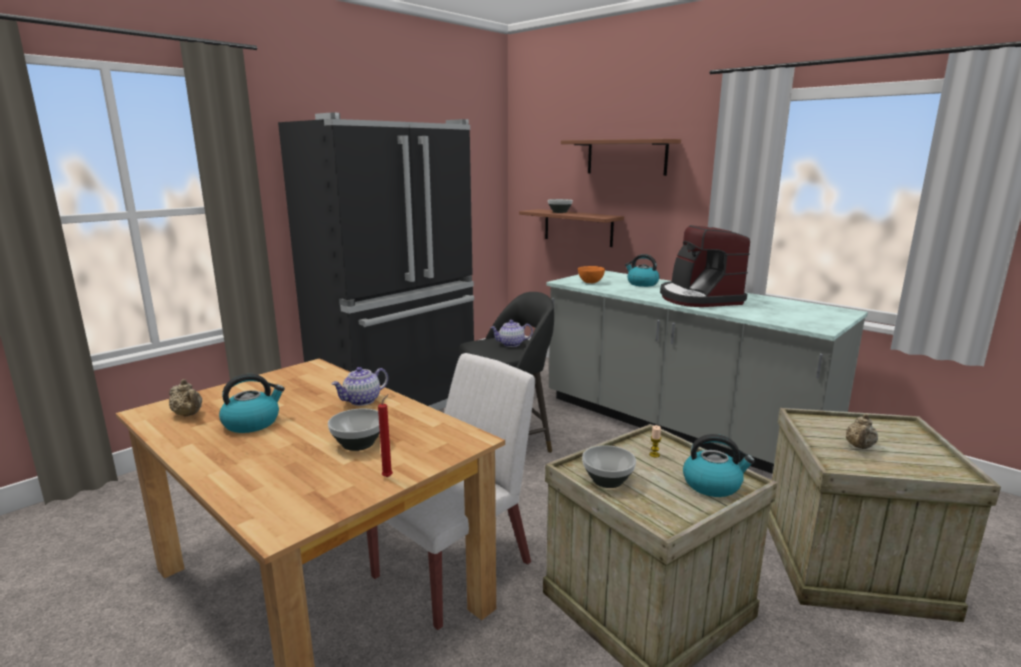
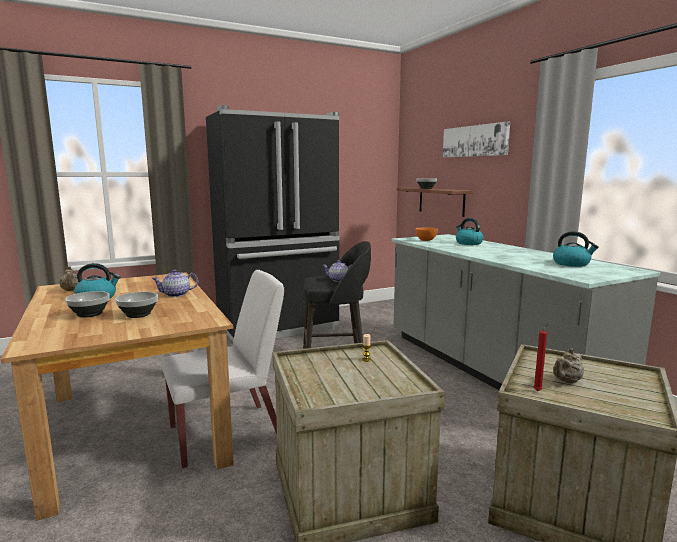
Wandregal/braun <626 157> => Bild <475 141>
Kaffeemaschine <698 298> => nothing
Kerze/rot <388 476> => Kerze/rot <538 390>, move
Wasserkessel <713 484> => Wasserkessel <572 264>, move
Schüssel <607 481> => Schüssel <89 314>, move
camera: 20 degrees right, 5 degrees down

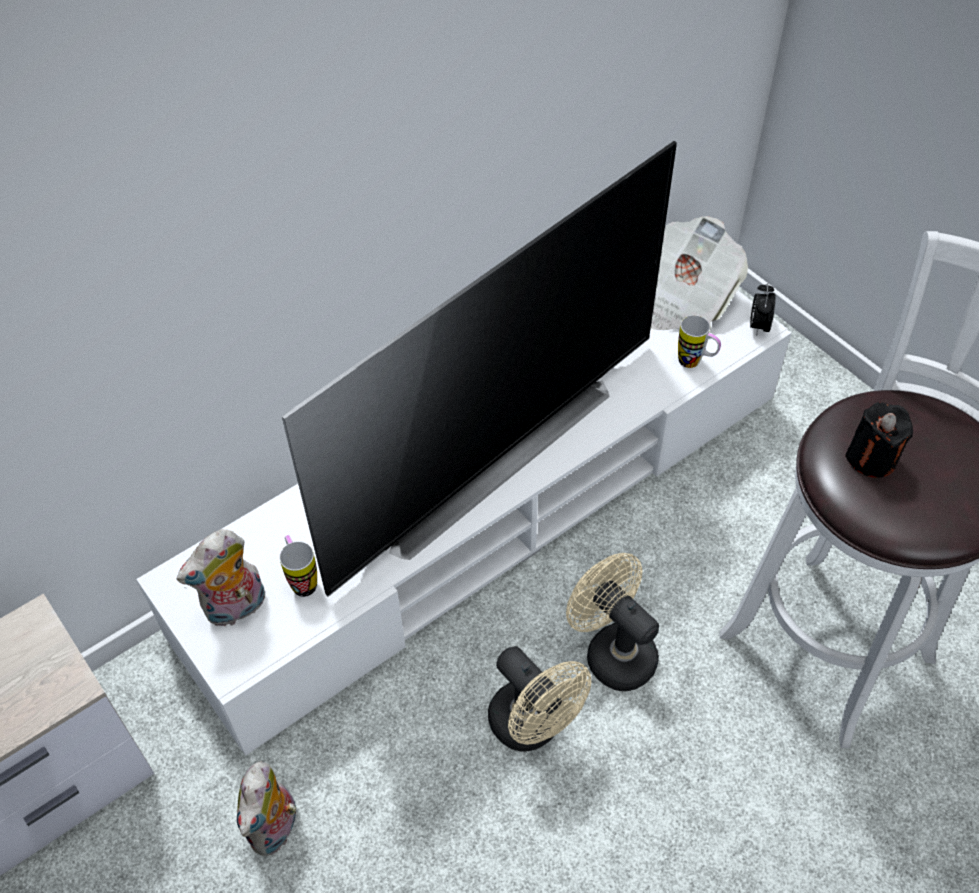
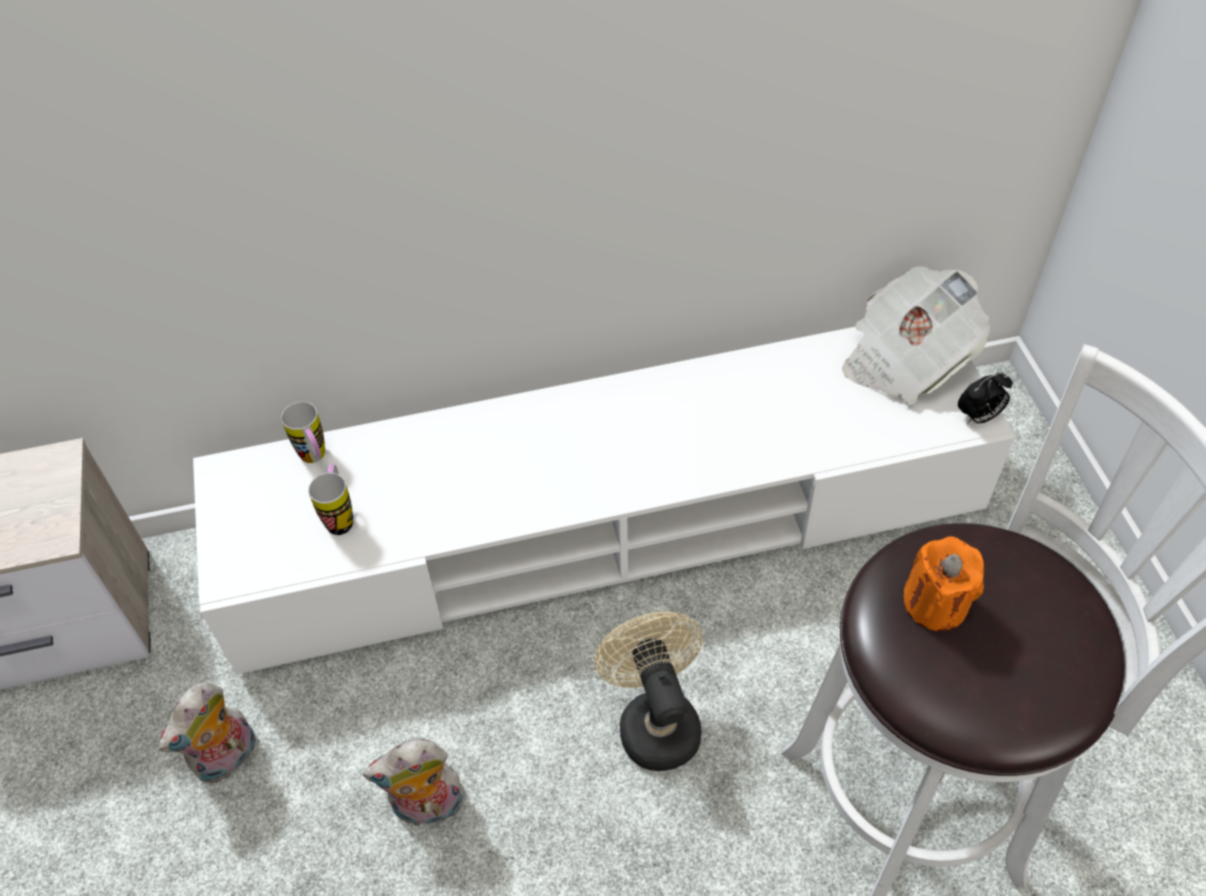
Fernseher <487 452> => nothing
Wecker <758 326> => Wecker <978 417>, 150 degrees counterclockwise
Henkelbecher <695 363> => Henkelbecher <316 459>, move
Kerze/schwarz <871 458> => Kerze/orange <935 604>
Plüschtier <236 609> => Plüschtier <427 808>, move
Ventilator/beige <533 727> => nothing
camera: 25 degrees right, 0 degrees up

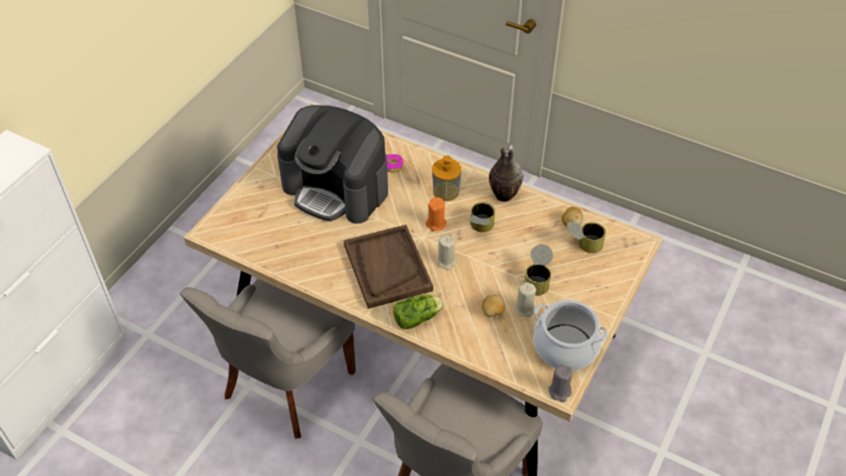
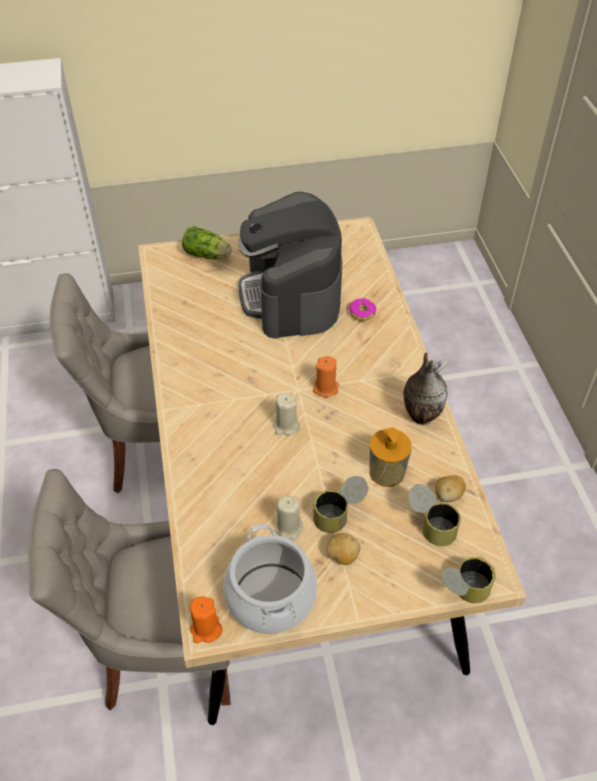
Seifenspender <446 192> => Seifenspender <386 472>, move
Dose <480 228> => Dose <462 591>, move
Tablett/braun <387 267> => nothing
Salatkopf <419 317> => Salatkopf <208 255>, move
Kartoffel <492 312> => Kartoffel <342 556>, move
Kerze/grau <559 391> => Kerze/orange <206 629>
camera: 50 degrees right, 0 degrees up

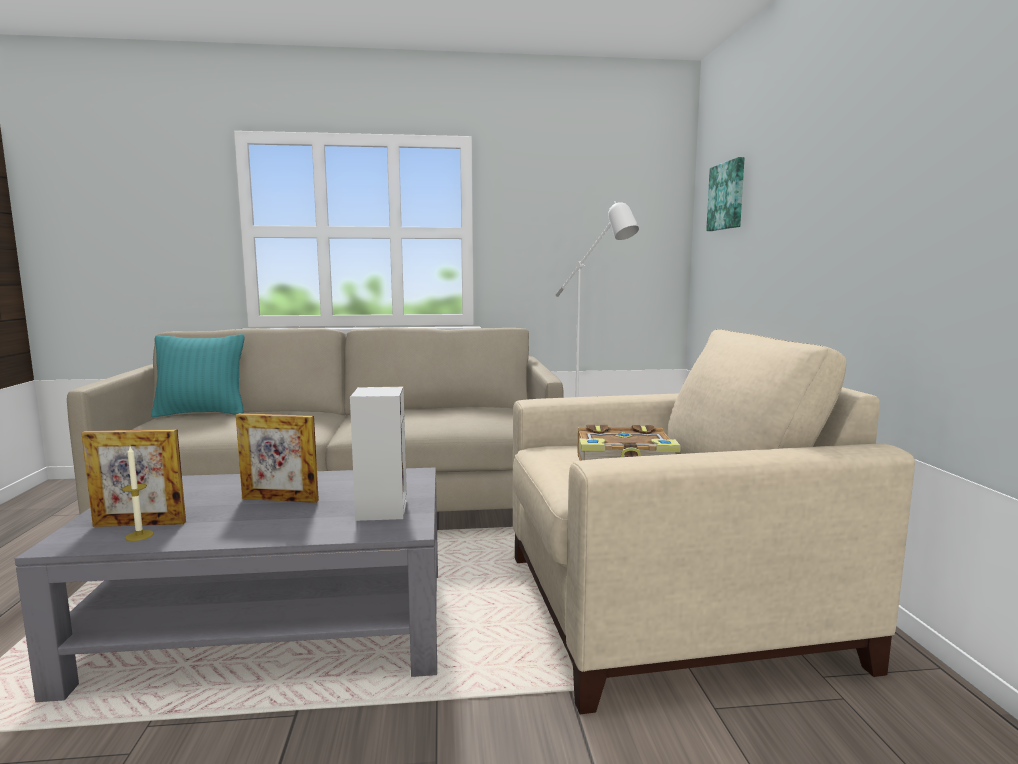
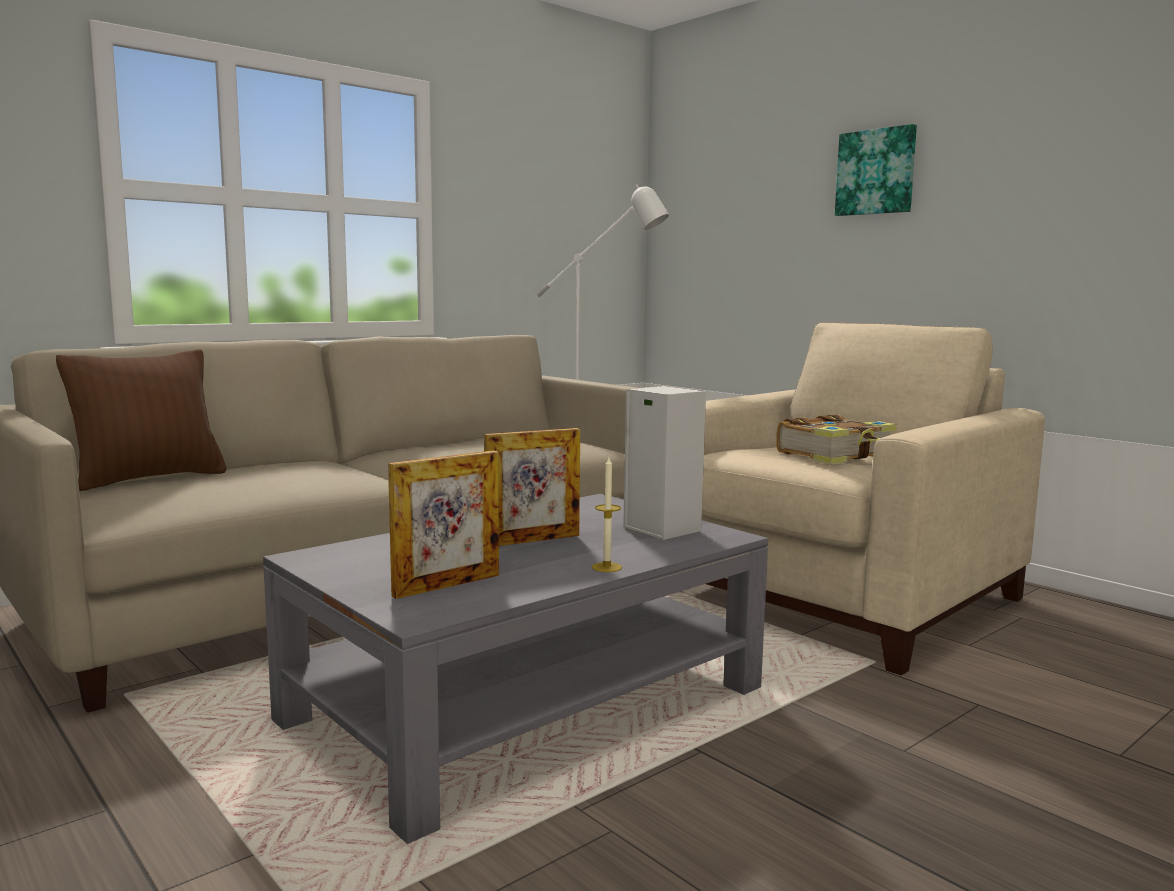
Bild <727 196> => Bild <876 172>, move
Kissen/türkis <201 413> => Kissen/braun <150 479>
Kerze <139 535> => Kerze <607 567>, move
camera: 35 degrees left, 0 degrees up

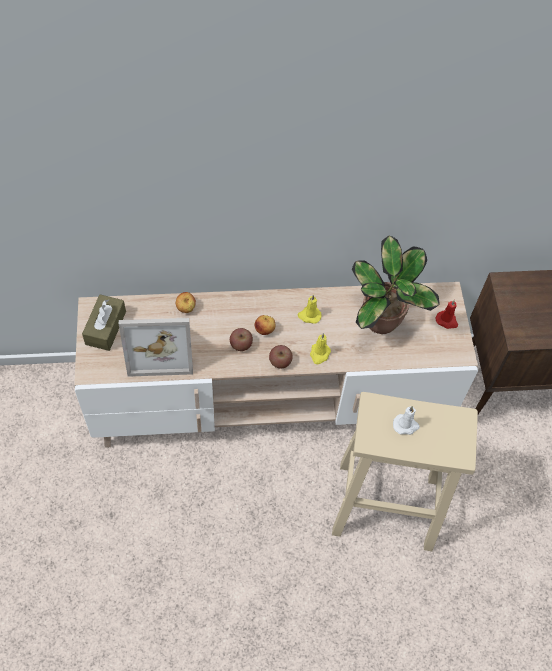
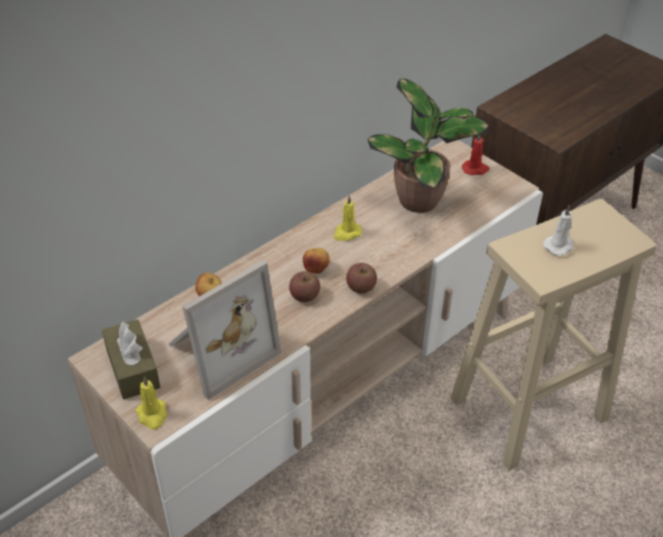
Kerze/gelb <319 354> => Kerze/gelb <152 415>, move
camera: 35 degrees left, 15 degrees down

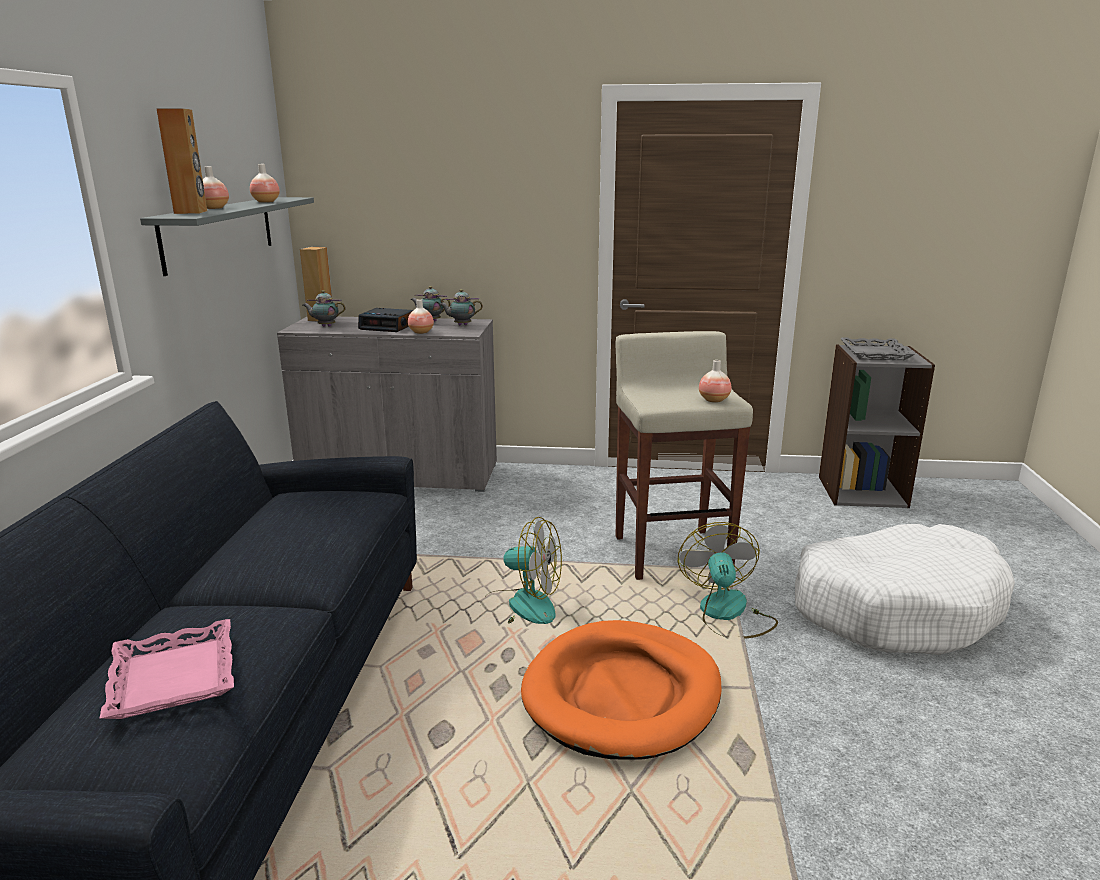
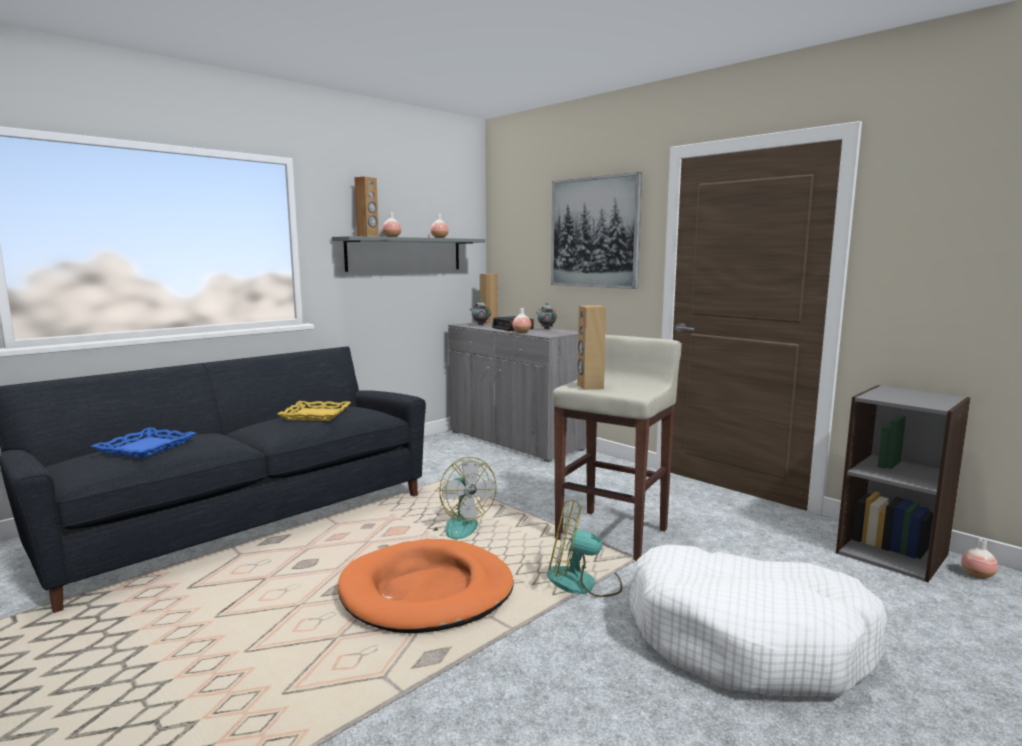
Teekanne <461 325> => nothing
Tablett/grau <874 353> => nothing
Vase <714 400> => Vase <977 575>, move
Ventilator <727 614> => Ventilator <582 583>, 120 degrees counterclockwise
Tablett/rosa <175 677> => Tablett/blau <146 448>
nothing => Bild <594 232>
nothing => Lautsprecher/braun <589 387>
nothing => Tablett/gelb <316 415>
camera: 40 degrees right, 10 degrees down

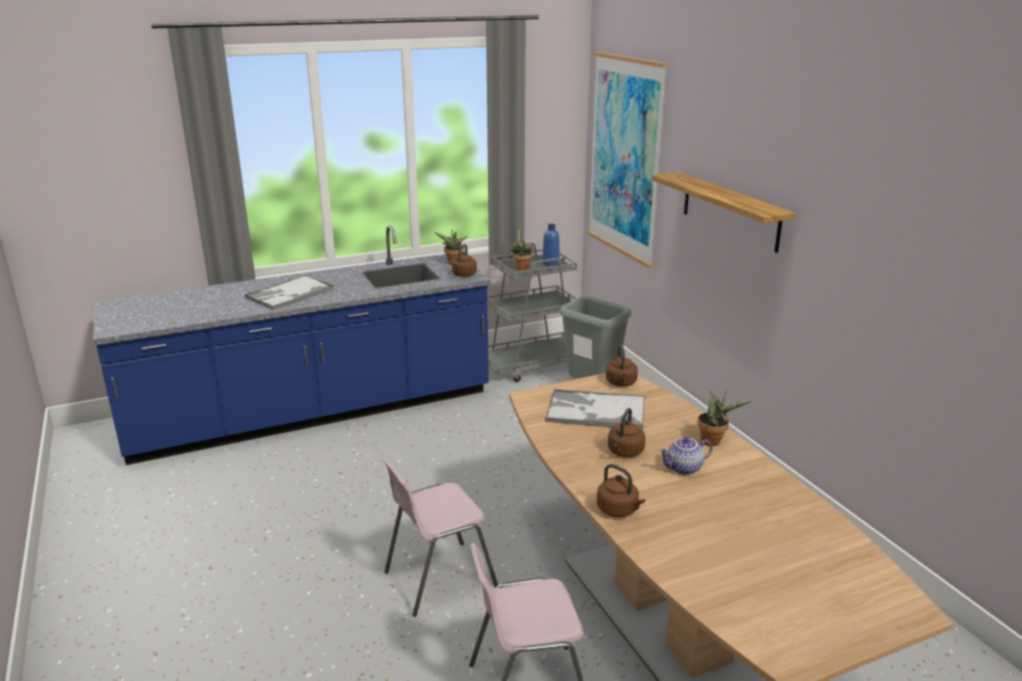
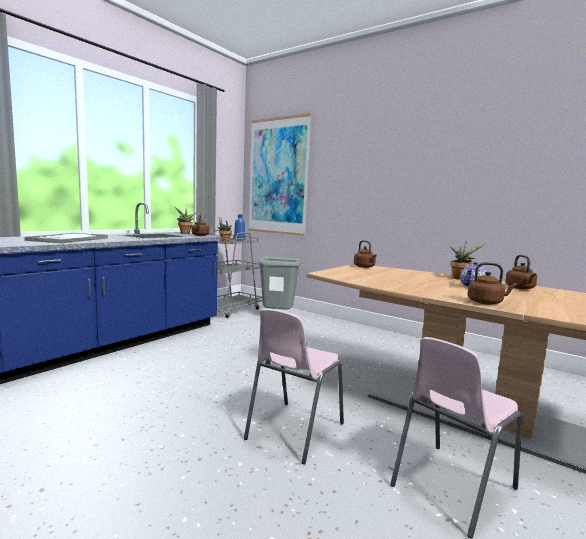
Wandregal <730 211> => nothing
Tablett <595 411> => nothing
Wasserkessel/braun <624 452> => Wasserkessel/braun <520 288>, move
camera: 30 degrees left, 15 degrees down

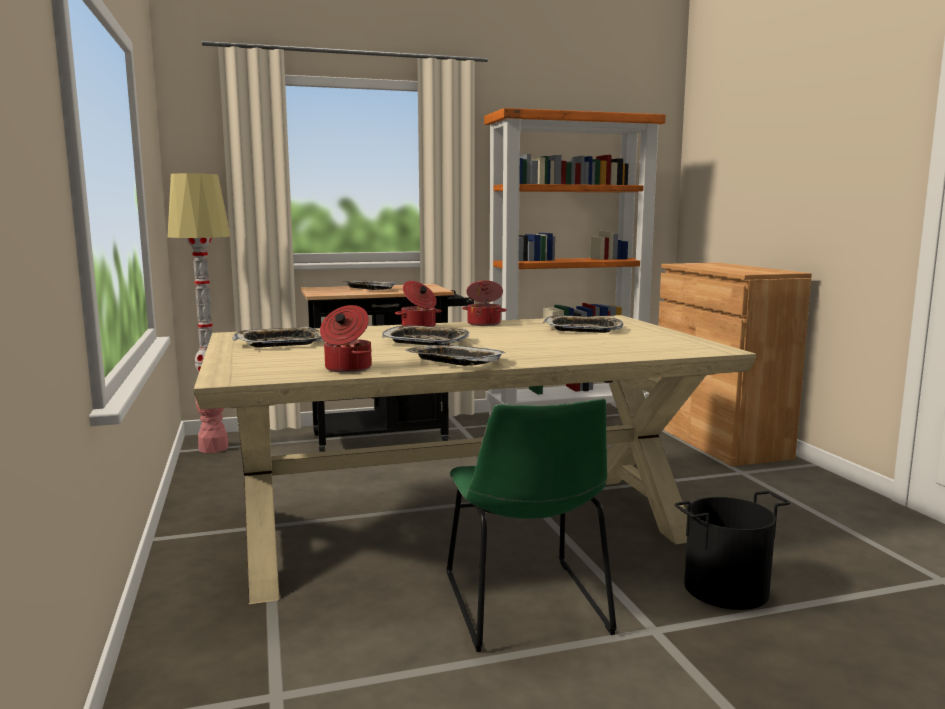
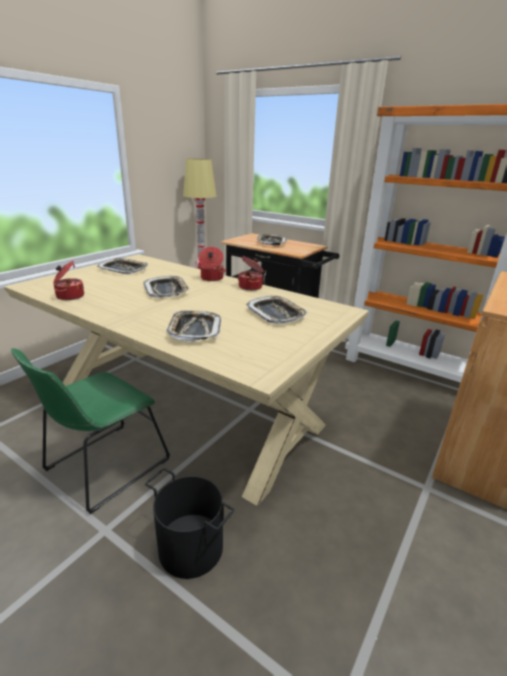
Tablett <454 362> => Tablett <194 330>, move
camera: 50 degrees right, 15 degrees up

